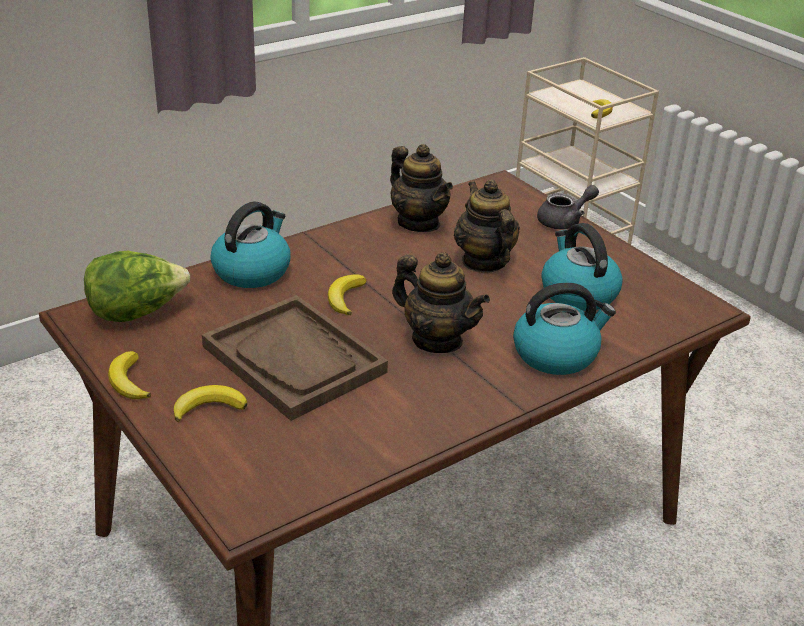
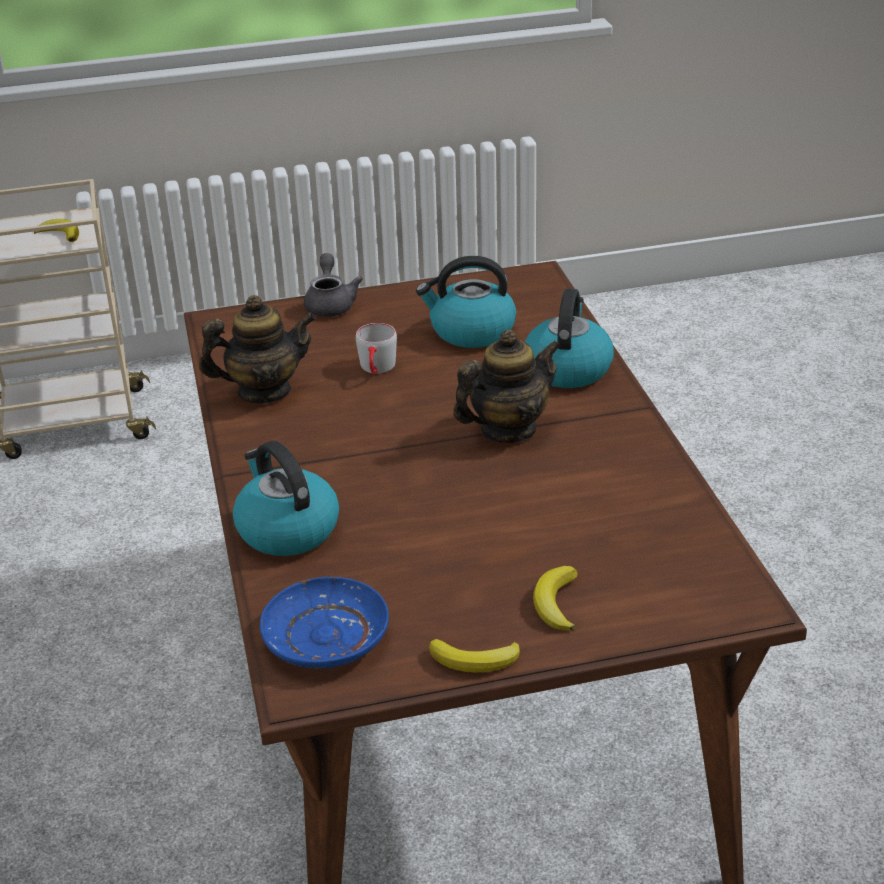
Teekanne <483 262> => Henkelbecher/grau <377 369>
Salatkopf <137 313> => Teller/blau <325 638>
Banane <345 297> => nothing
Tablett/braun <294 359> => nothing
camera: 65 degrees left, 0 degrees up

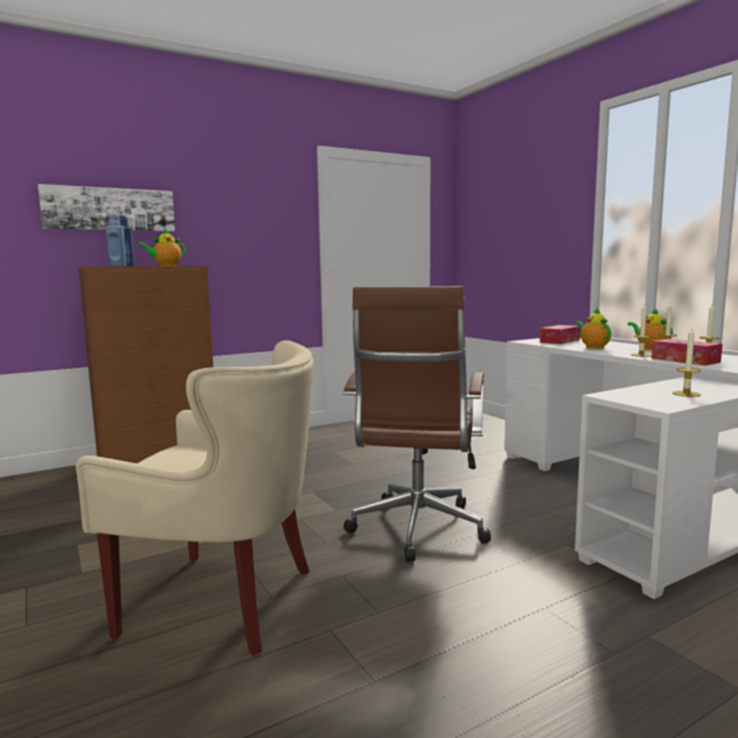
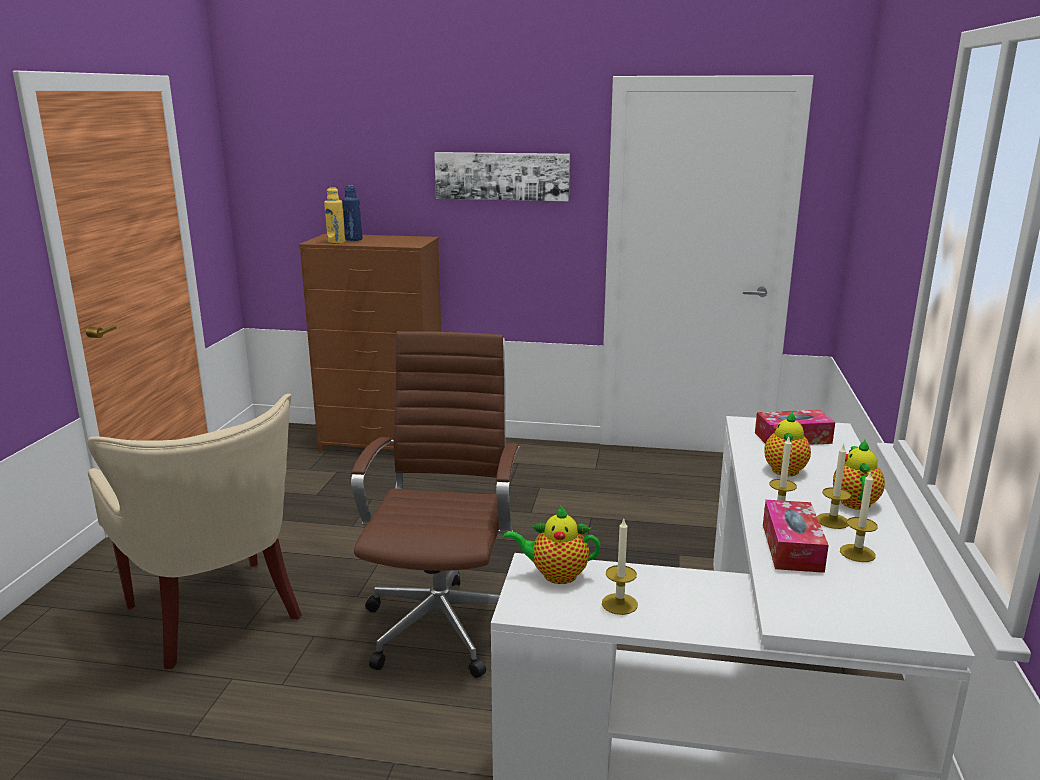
Bild <109 209> => Bild <502 176>, move
Flasche/blau <118 266> => Flasche/gelb <336 242>
Teekanne <166 266> => Teekanne <555 575>, move
Bürostuhl/braun <416 531> => Bürostuhl/braun <443 623>, 135 degrees clockwise
camera: 40 degrees right, 10 degrees up

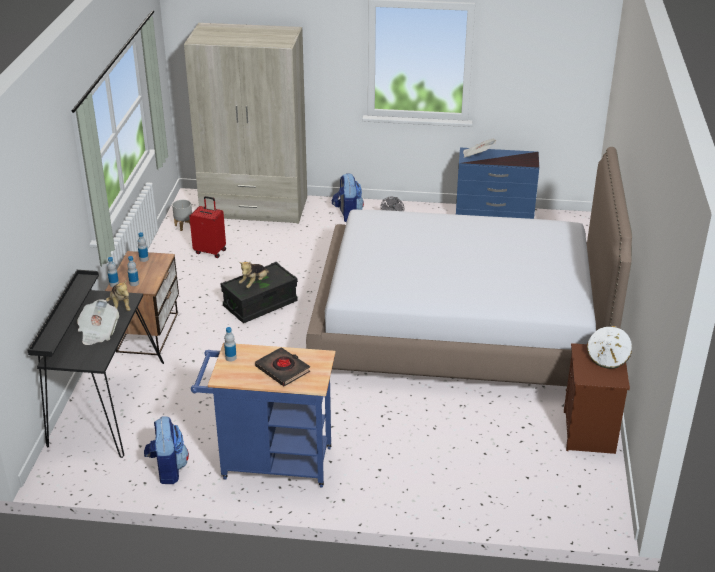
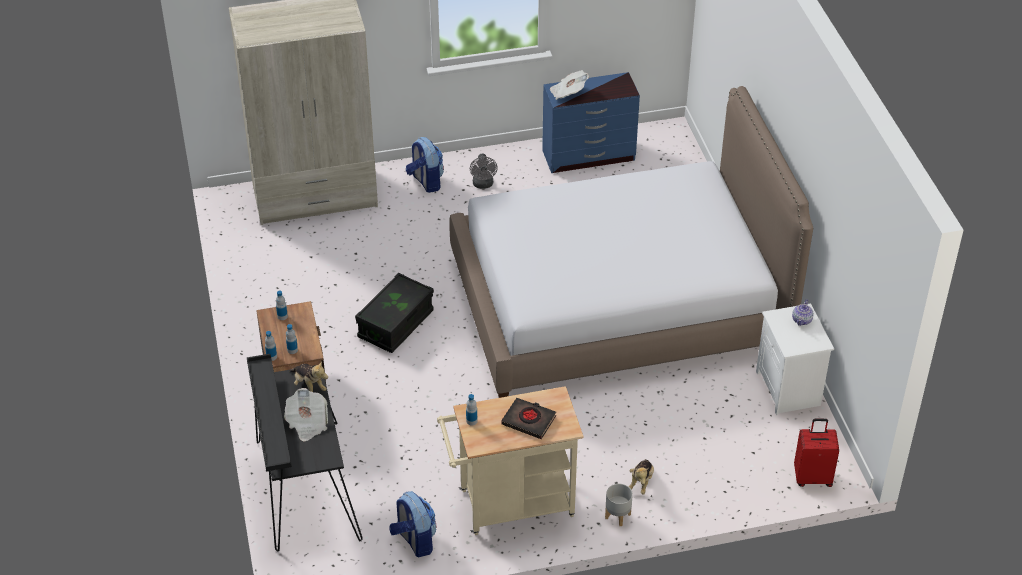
Koffer/rot <210 251> => Koffer/rot <812 477>, move
Pflanzkübel/grau <183 226> => Pflanzkübel/grau <617 516>, move
Plüschtier <254 283> => Plüschtier <641 482>, move
Hut/weiß <608 358> => Teekanne <802 320>
Rollwagen/blau <270 463> => Rollwagen/beige <509 505>
Nachttisch/braun <590 433> => Nachttisch/weiß <789 389>
camera: 20 degrees left, 10 degrees up

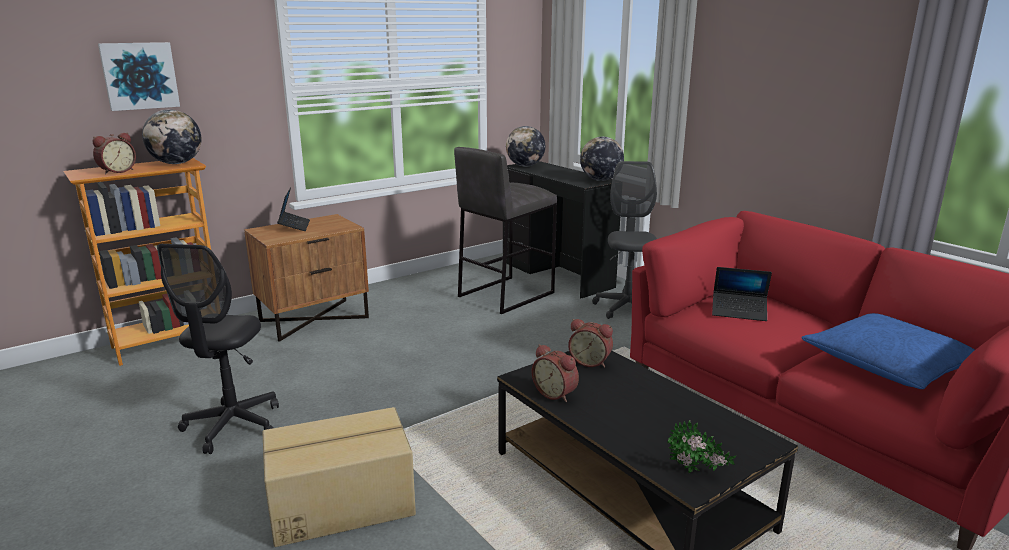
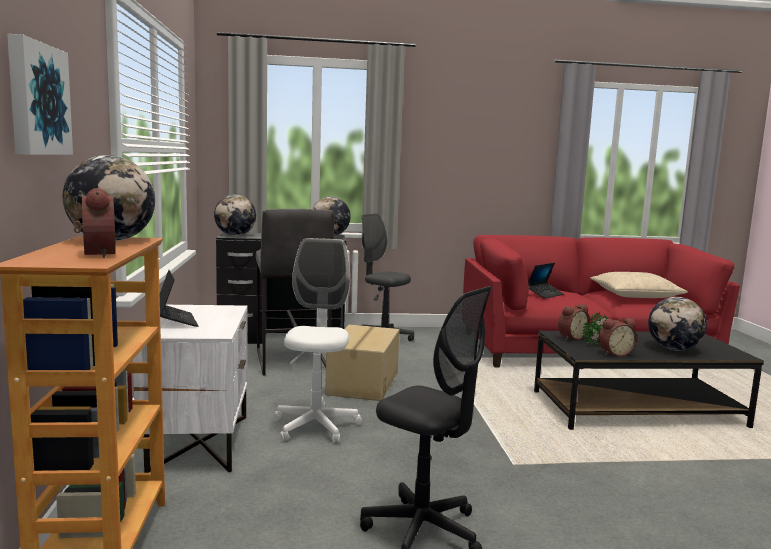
Laptop <294 226> => Laptop <176 321>, 45 degrees clockwise
Nachttisch/braun <314 319> => Nachttisch/weiß <198 442>
Kissen/blau <888 364> => Kissen/beige <635 295>
Karton <340 502> => Karton <362 383>, move
Topfpflanze <697 473> => Topfpflanze <597 344>, move
nothing => Bürostuhl/weiß <315 427>
nothing => Globus <673 349>
camera: 60 degrees left, 10 degrees down

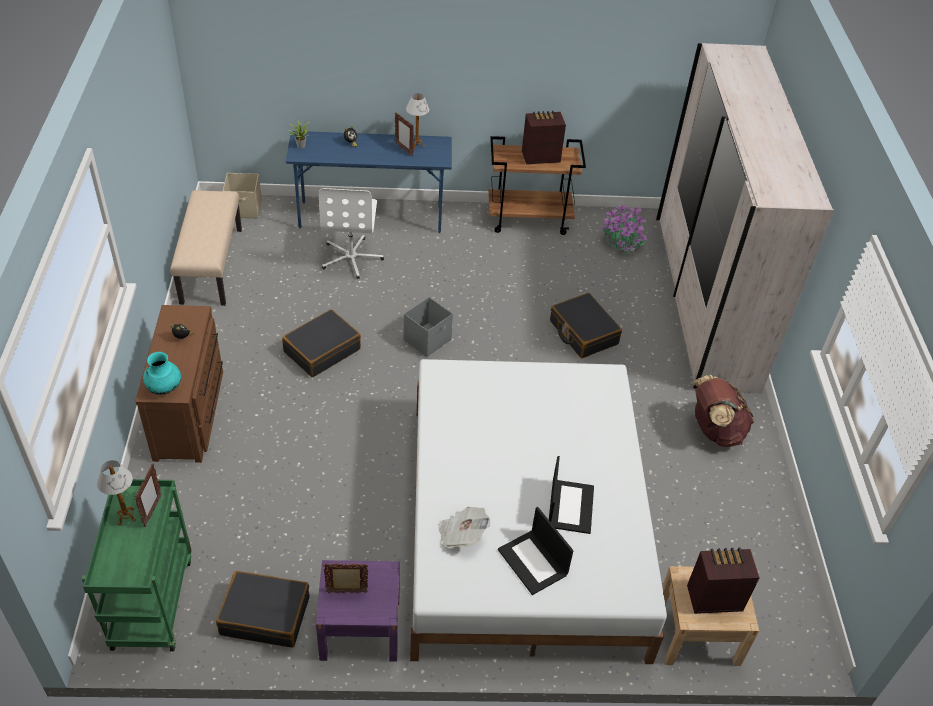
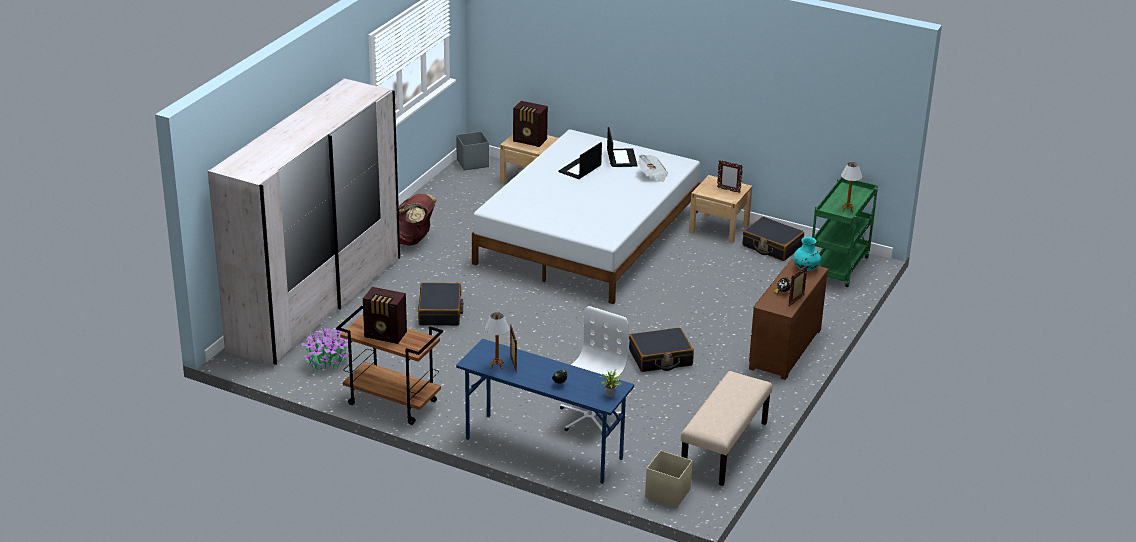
Aufbewahrungsbox/grau <428 340> => Aufbewahrungsbox/grau <472 163>, move
Bilderrahmen <152 511> => Bilderrahmen <796 301>, move
Nachttisch/lila <360 629> => Nachttisch/beige <719 228>
camera: 150 degrees left, 15 degrees down

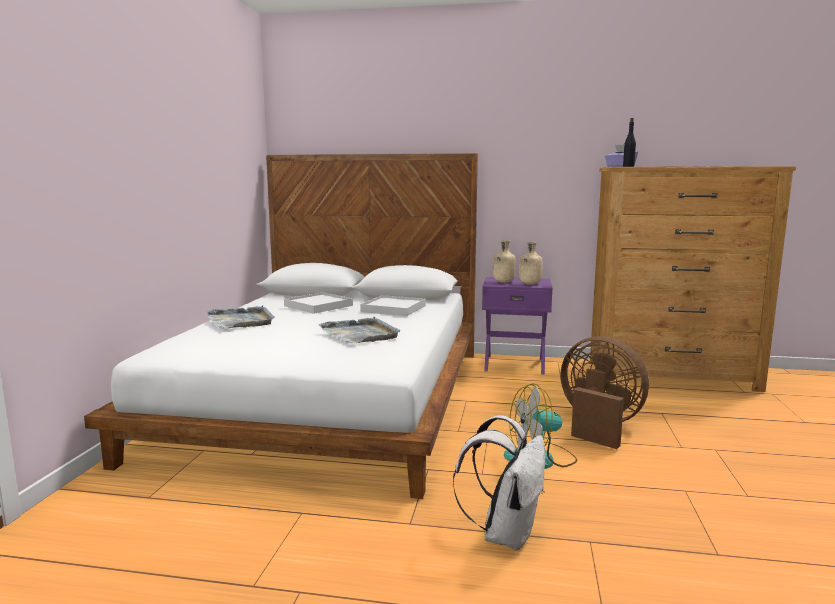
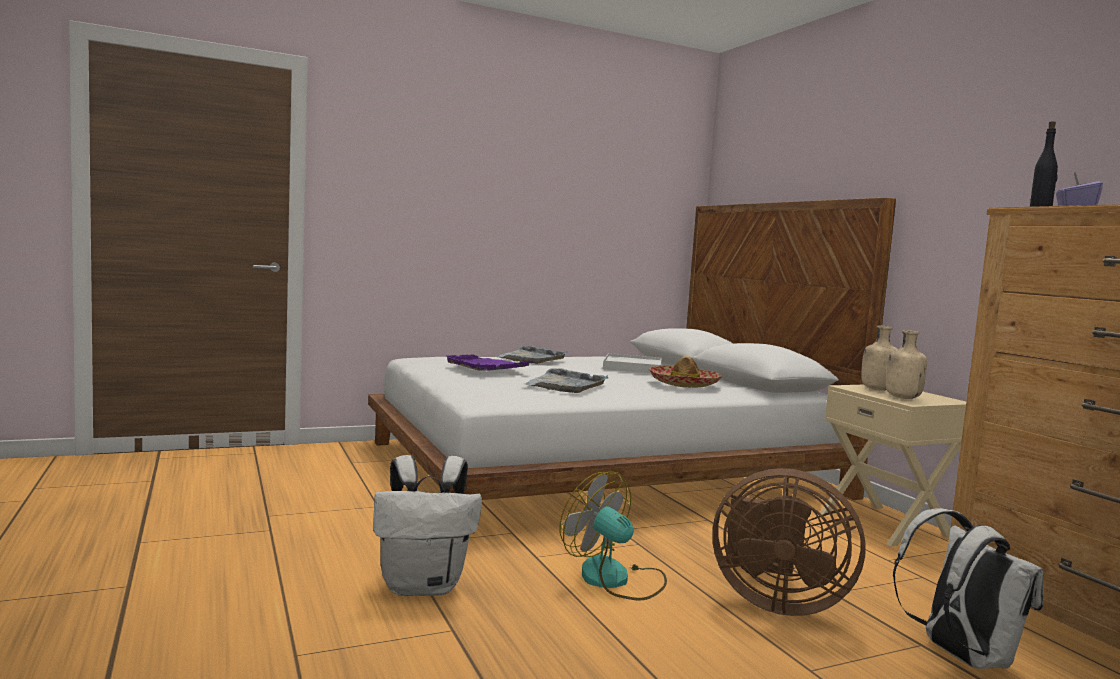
Nachttisch/lila <514 364> => Nachttisch/beige <885 524>
Tablett/weiß <393 308> => Hut <684 384>
Ventilator/braun <598 426> => Ventilator/braun <775 602>, 105 degrees clockwise
nothing => Tablett/lila <486 366>
nothing => Rucksack/weiß <959 656>
camera: 55 degrees right, 5 degrees down

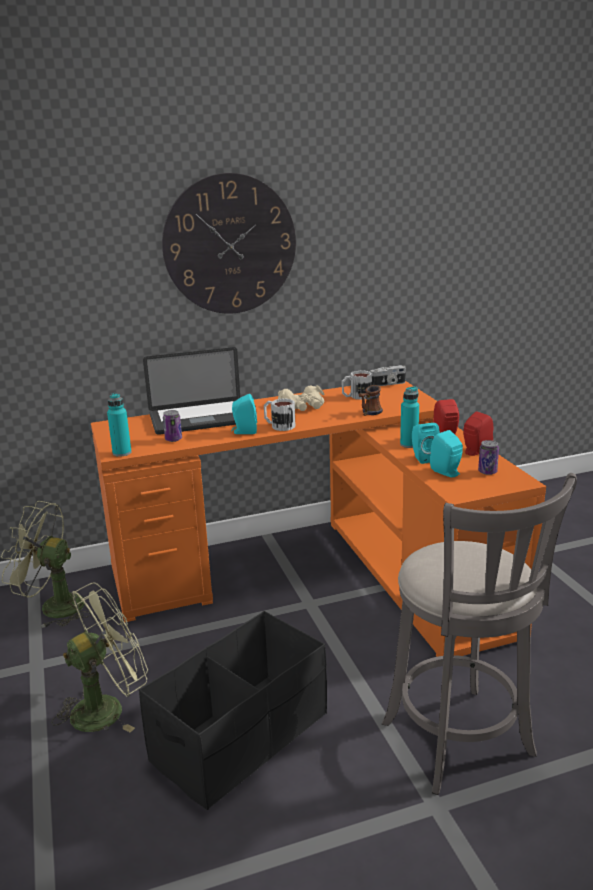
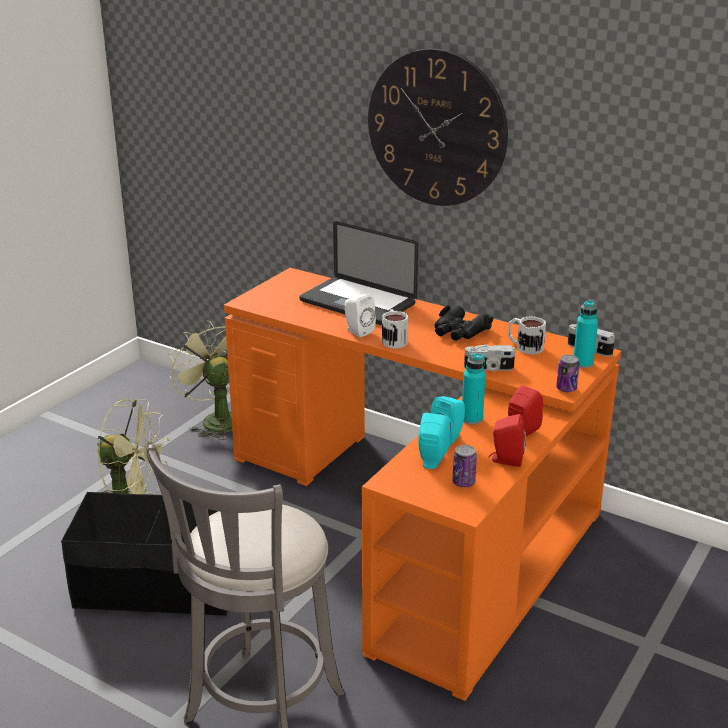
Fernglas/beige <303 405> => Fernglas/schwarz <459 331>
Henkelbecher <369 413> => Kamera <489 368>
Flasche/türkis <122 453> => Flasche/türkis <582 363>, move
Lautsprecher/türkis <244 432> => Lautsprecher/weiß <357 331>
Dose <173 439> => Dose <566 389>, move
camera: 50 degrees right, 5 degrees up

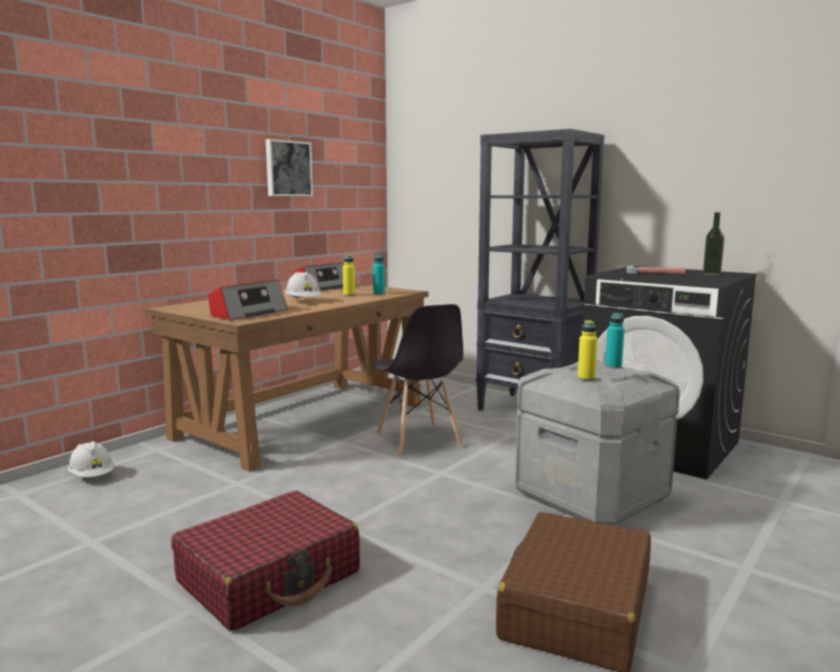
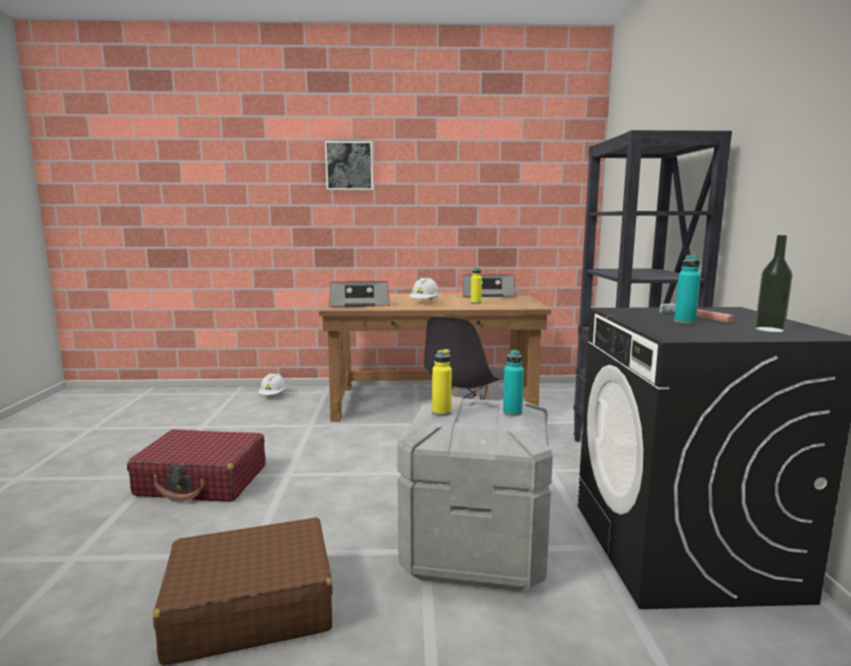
Bild <288 168> => Bild <349 166>, move
Flasche/türkis <379 293> => Flasche/türkis <684 322>, move
camera: 50 degrees right, 0 degrees up

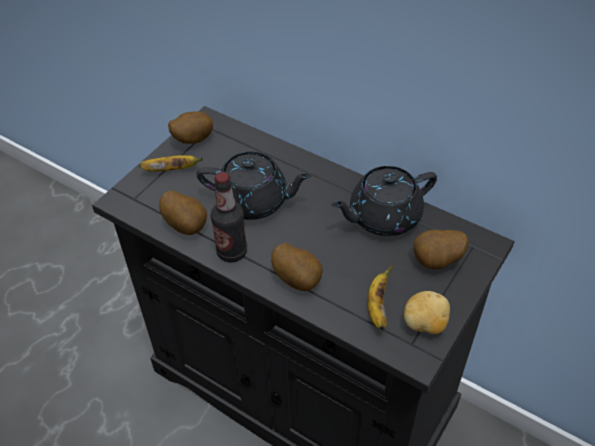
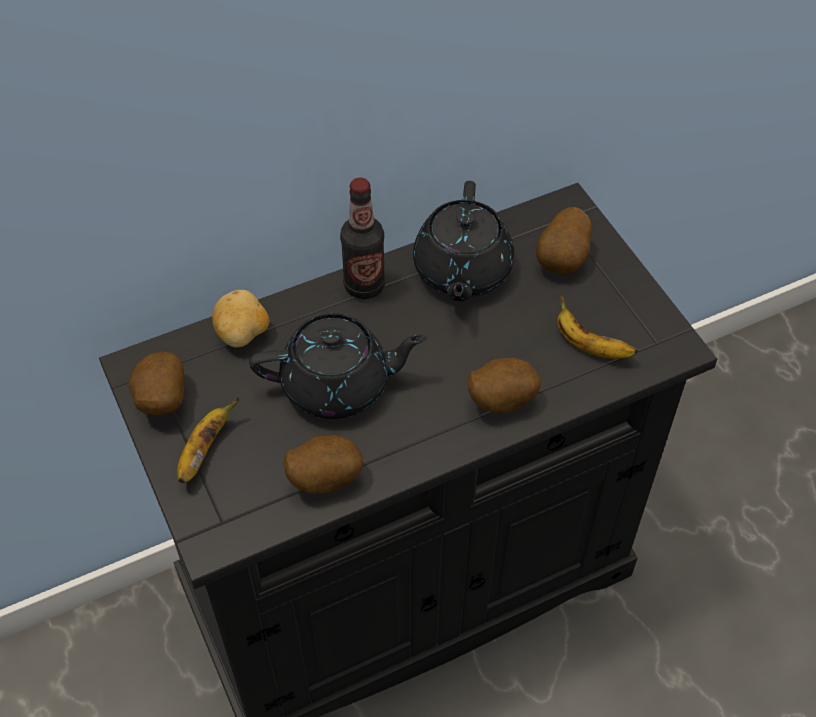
Teekanne/schwarz <254 201> => Teekanne/schwarz <338 385>, 45 degrees clockwise
Flasche <232 252> => Flasche <364 285>, move
Kartoffel <424 324> => Kartoffel <243 334>, move
camera: 60 degrees left, 5 degrees up

